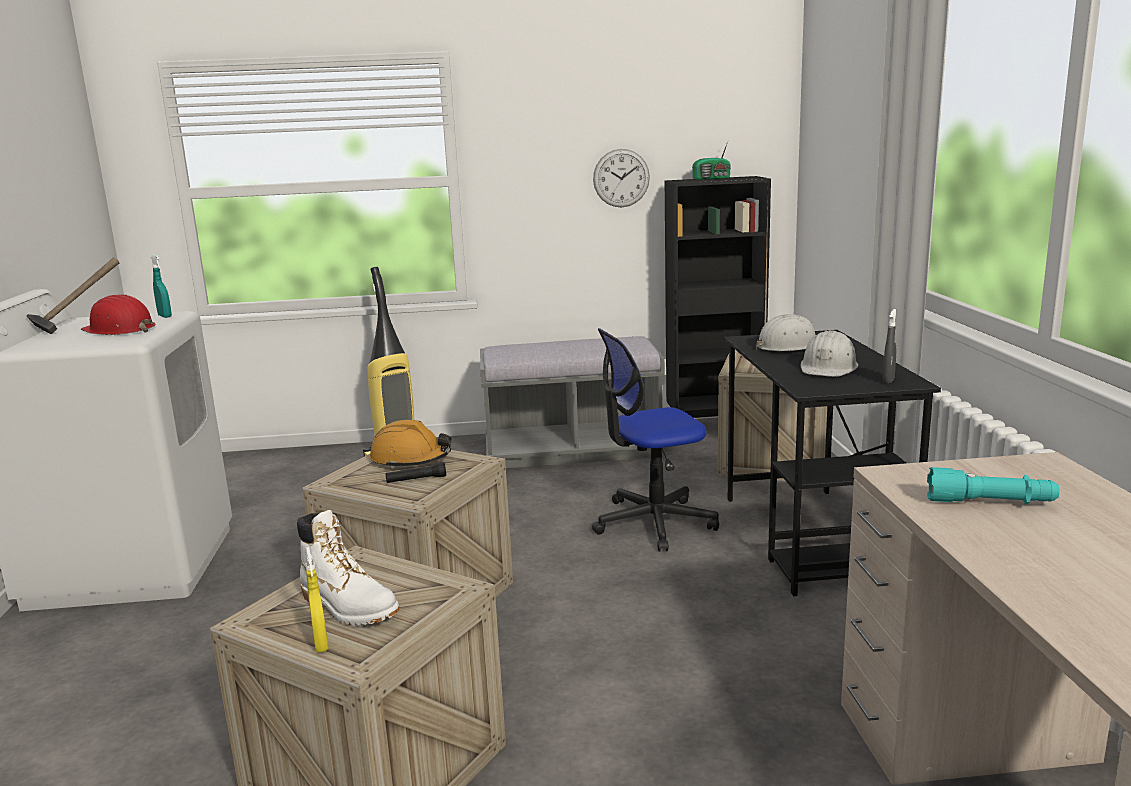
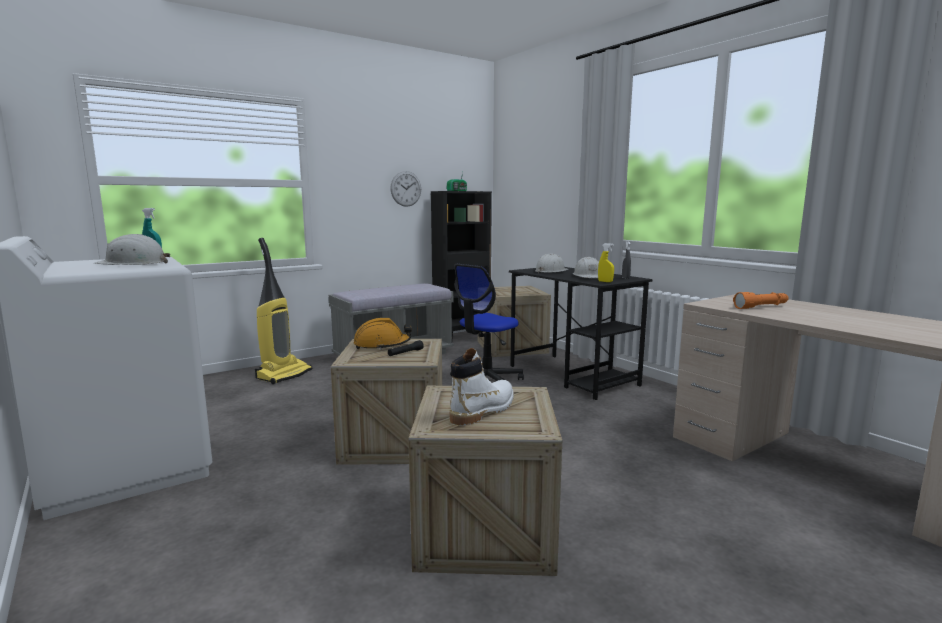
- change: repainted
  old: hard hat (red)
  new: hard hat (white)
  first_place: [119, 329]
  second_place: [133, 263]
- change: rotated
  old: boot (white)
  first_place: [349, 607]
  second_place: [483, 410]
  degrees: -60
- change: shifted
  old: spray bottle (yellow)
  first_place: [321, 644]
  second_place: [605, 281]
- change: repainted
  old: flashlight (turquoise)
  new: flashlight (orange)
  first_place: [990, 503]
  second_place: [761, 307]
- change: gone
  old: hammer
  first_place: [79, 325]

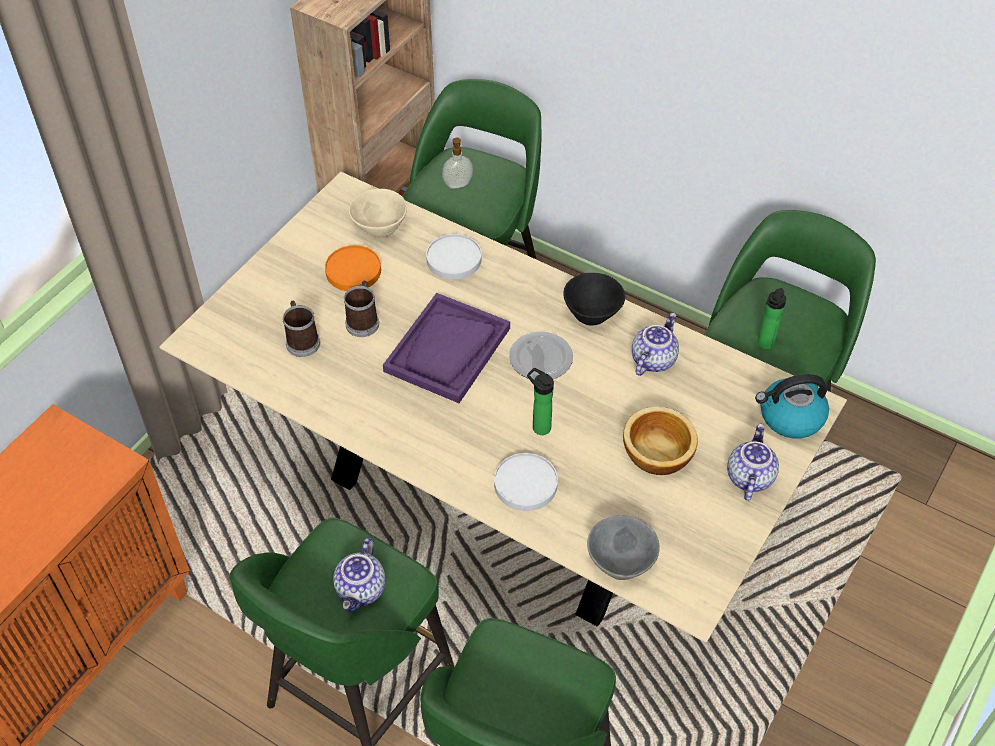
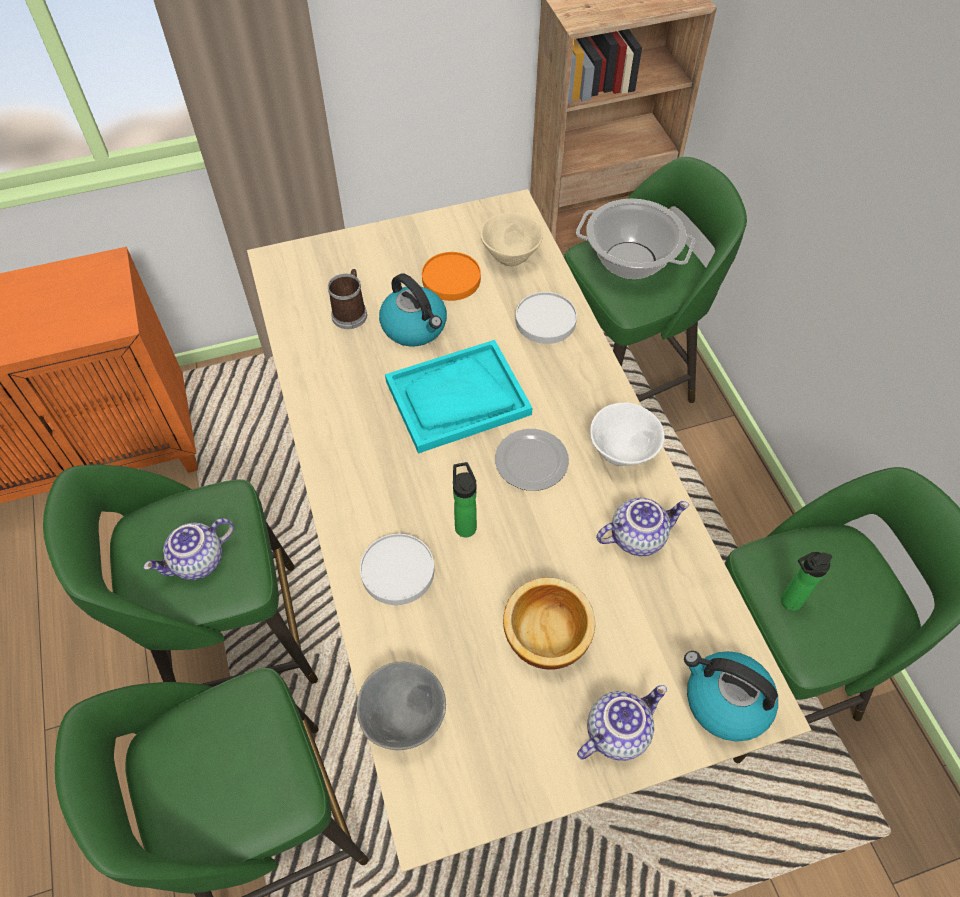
- change: swapped
  old: mug
  new: kettle
  first_place: [363, 321]
  second_place: [415, 327]
- change: repainted
  old: tray (purple)
  new: tray (turquoise)
  first_place: [447, 350]
  second_place: [457, 398]
- change: swapped
  old: soap dispenser
  new: cooking pot
  first_place: [458, 185]
  second_place: [631, 260]
- change: repainted
  old: bowl (black)
  new: bowl (white)
  first_place: [594, 314]
  second_place: [623, 452]

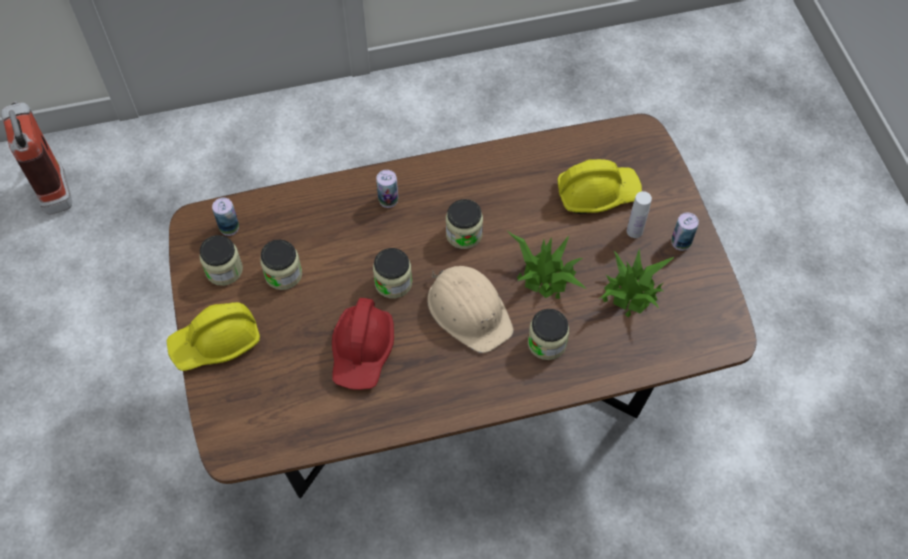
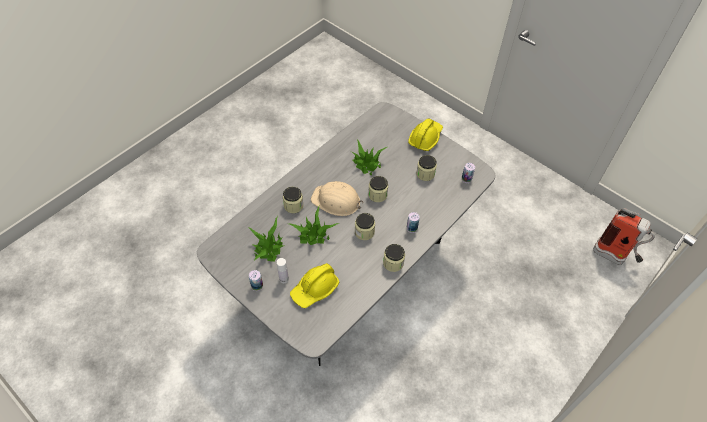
- change: repainted
  old: dining table (brown)
  new: dining table (grey)
  first_place: [453, 387]
  second_place: [351, 275]
- change: swapped
  old: hard hat (red)
  new: potted plant
  first_place: [362, 351]
  second_place: [367, 164]
- change: shifted
  old: jar
  first_place: [224, 270]
  second_place: [393, 263]

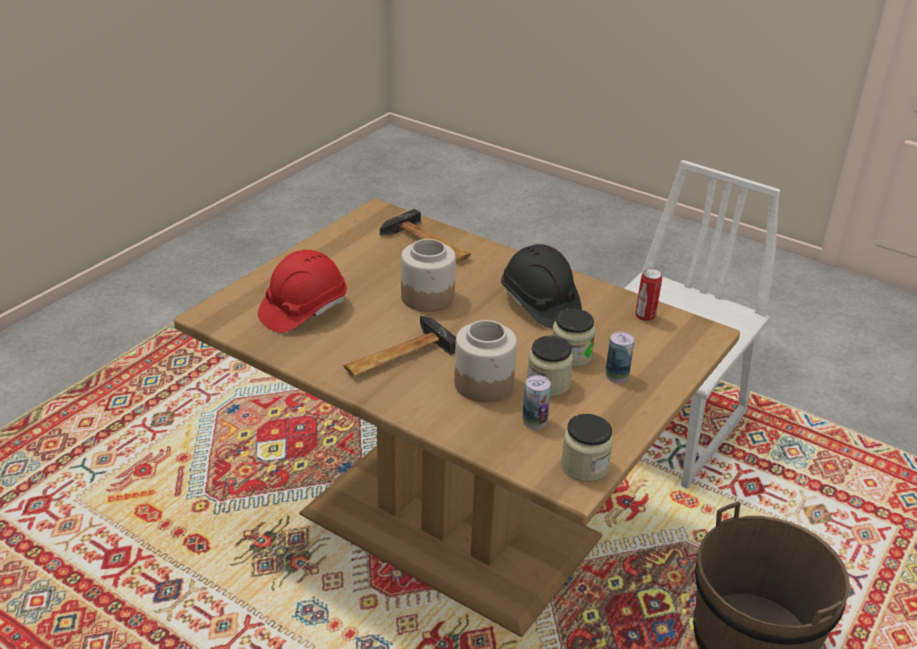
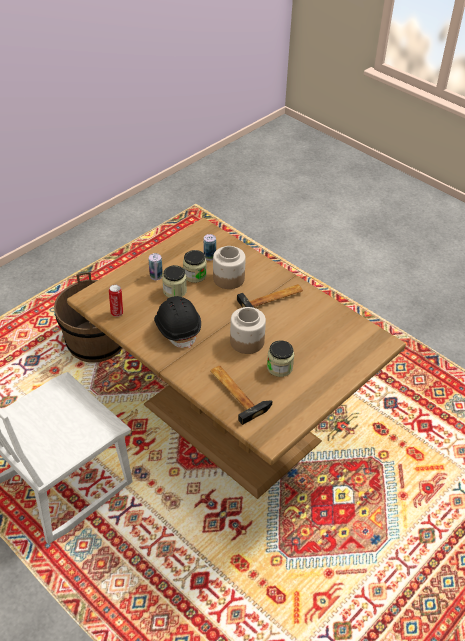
- change: shifted
  old: jar
  first_place: [584, 466]
  second_place: [279, 367]
- change: gone
  old: hard hat (red)
  first_place: [303, 310]

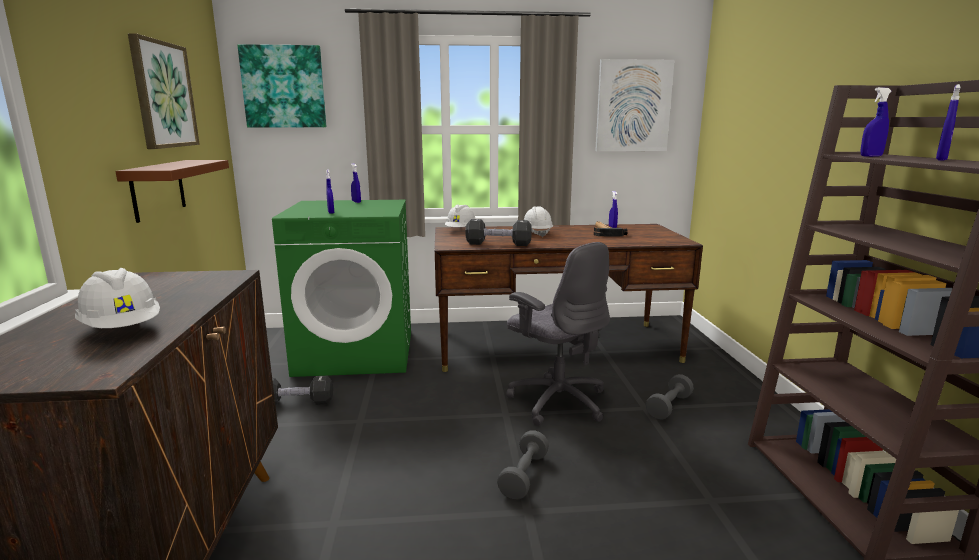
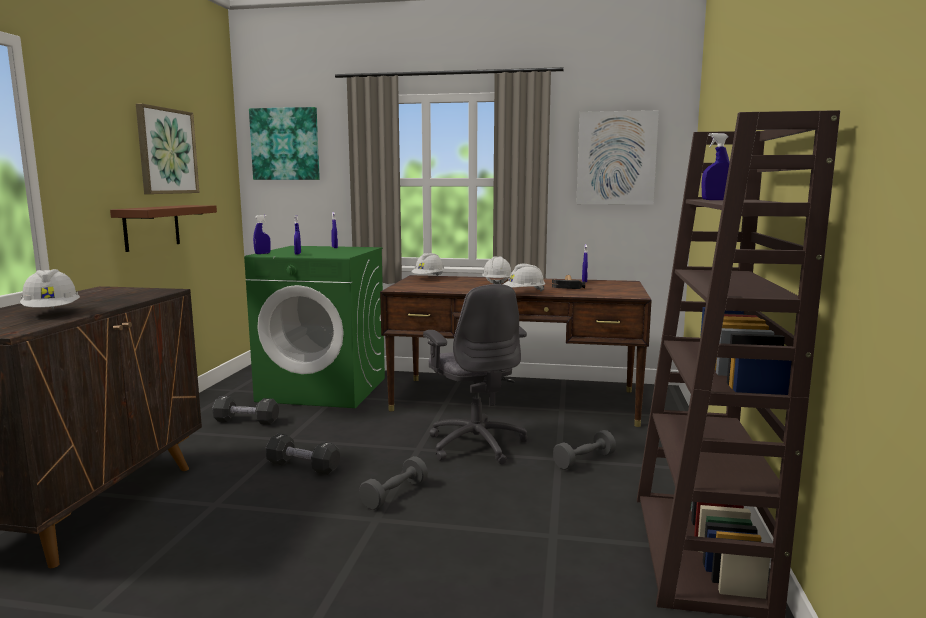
- change: shifted
  old: spray bottle (blue)
  first_place: [941, 159]
  second_place: [262, 253]
- change: shifted
  old: dumbbell (black)
  first_place: [498, 244]
  second_place: [303, 466]
- change: new
  new: hard hat (white)
  second_place: [524, 293]

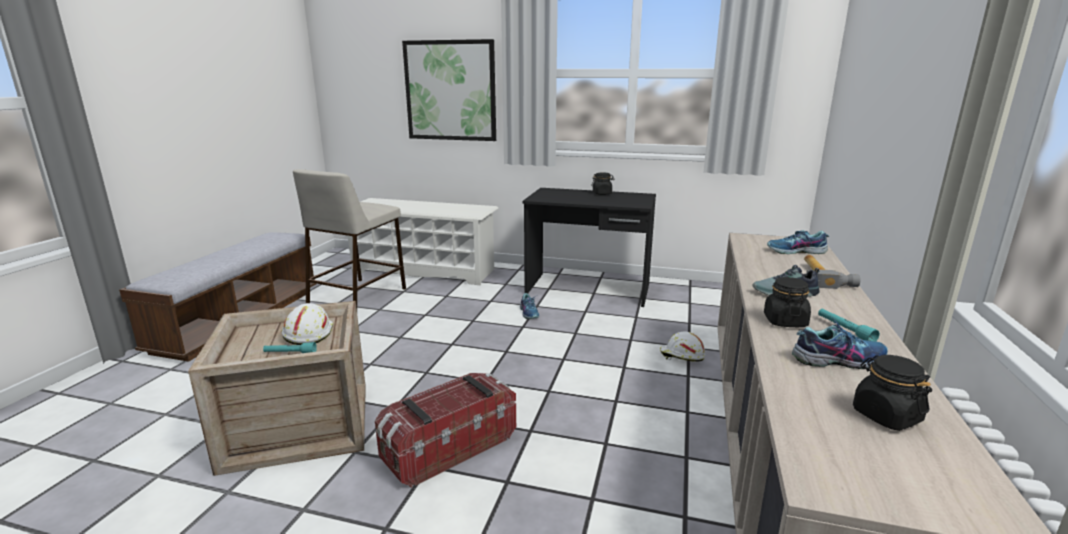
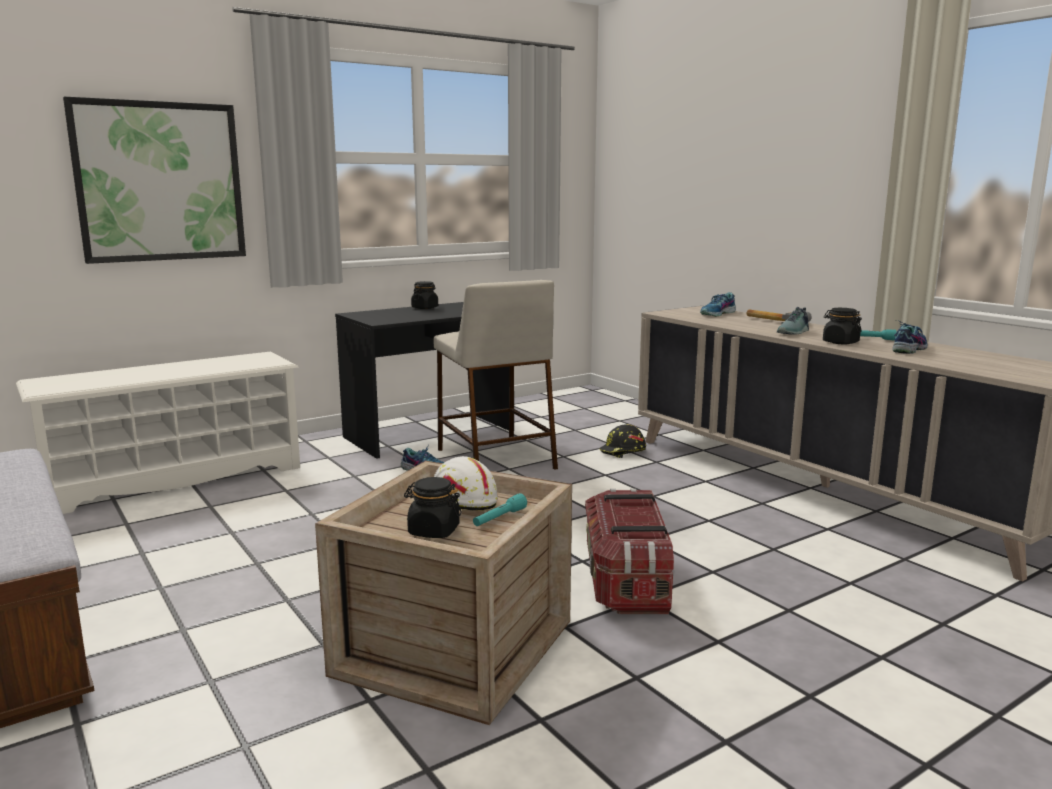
- change: shifted
  old: jar (black)
  first_place: [885, 416]
  second_place: [433, 531]
- change: shifted
  old: stool (beige)
  first_place: [358, 296]
  second_place: [494, 458]
- change: repainted
  old: hard hat (white)
  new: hard hat (black)
  first_place: [681, 356]
  second_place: [623, 452]

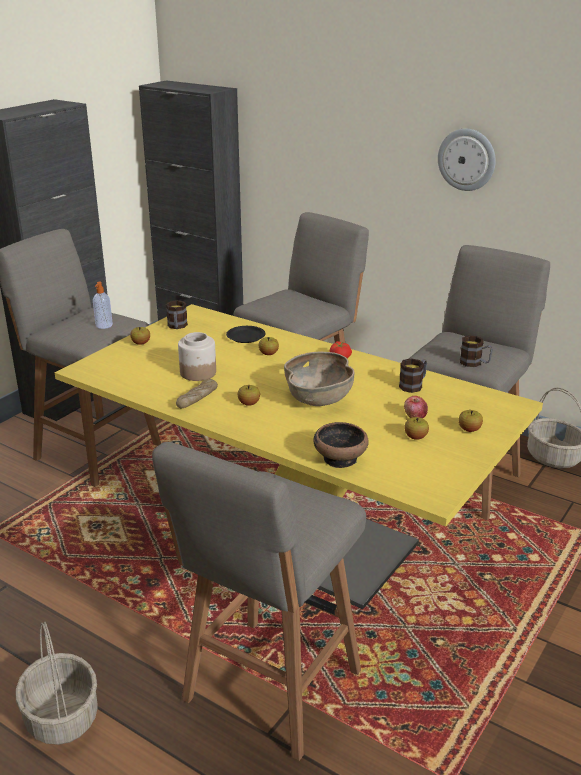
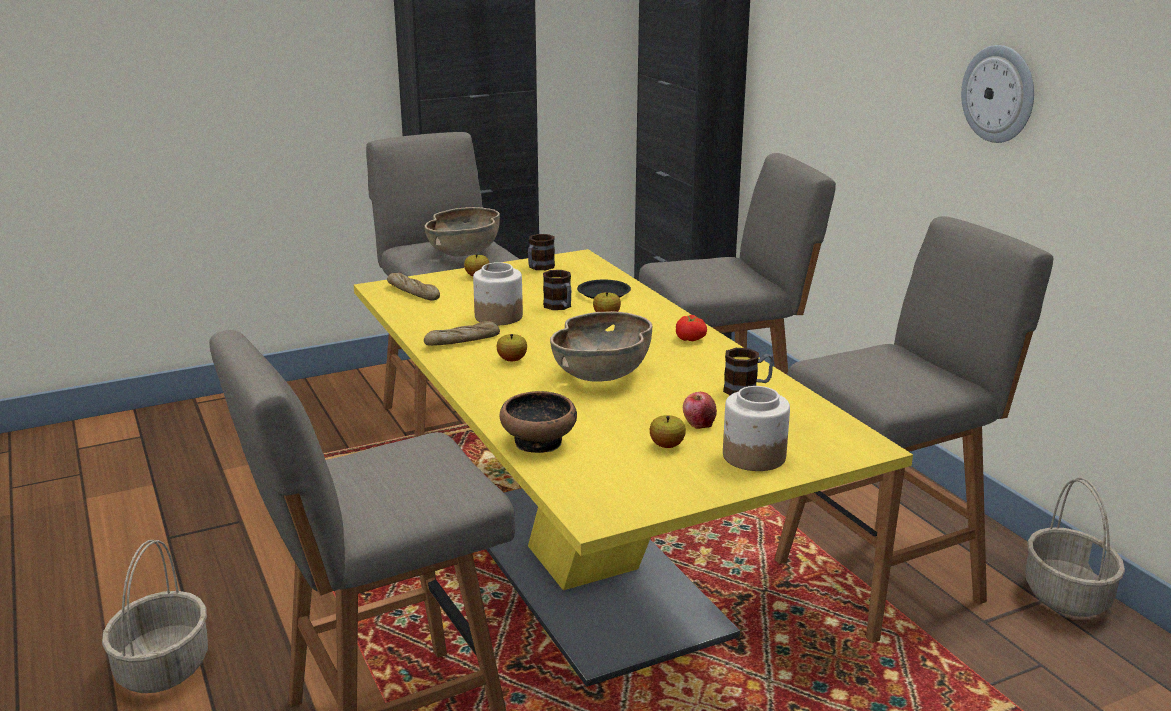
- change: new
  new: bread
  second_place: [413, 292]
- change: swapped
  old: soap dispenser
  new: bowl (brown)
  first_place: [103, 325]
  second_place: [464, 252]
- change: shifted
  old: mug
  first_place: [474, 363]
  second_place: [560, 307]
- change: swapped
  old: apple
  new: jar
  first_place: [469, 429]
  second_place: [753, 456]

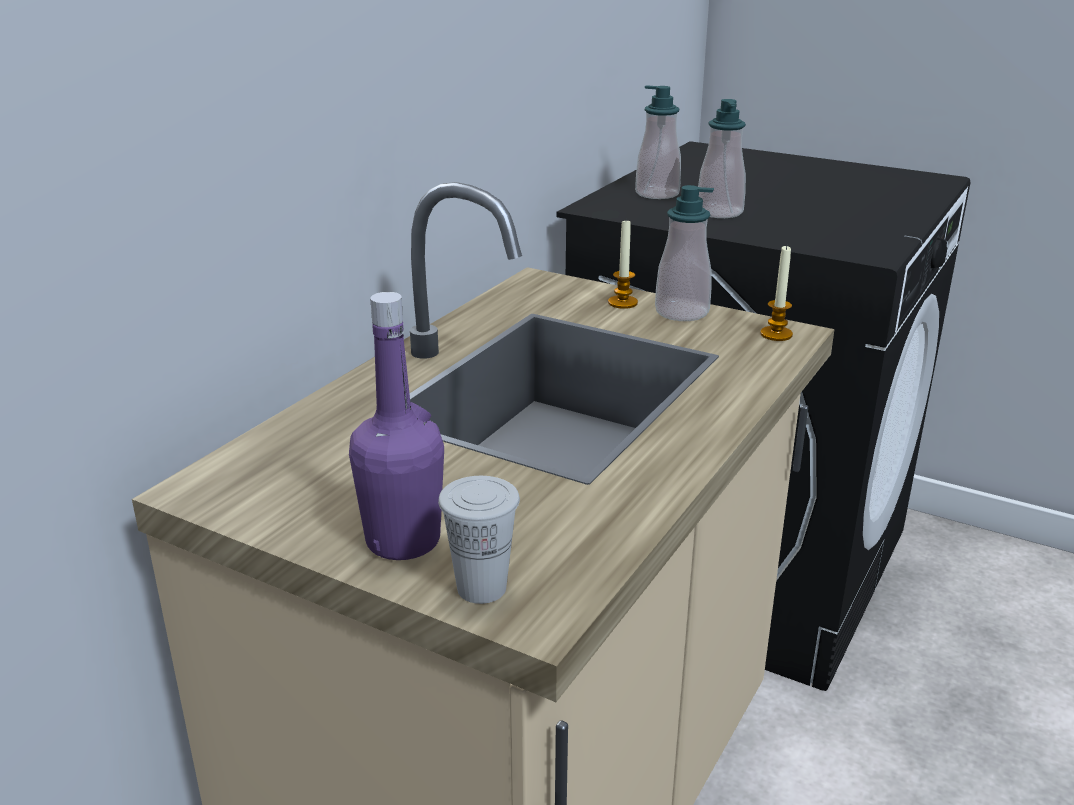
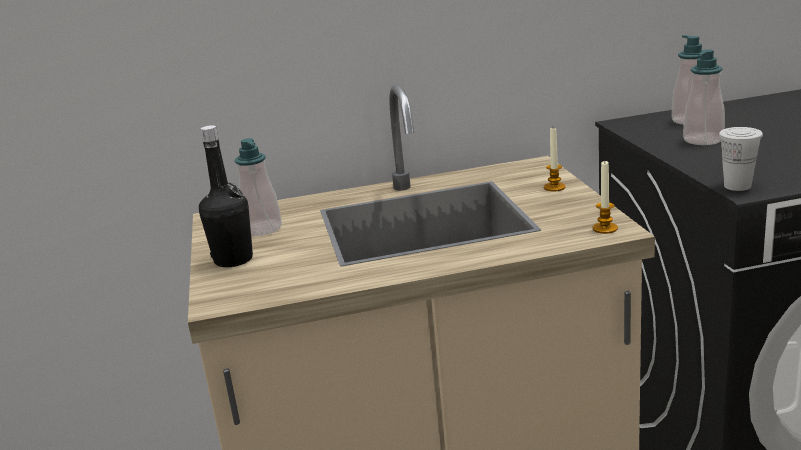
- change: repainted
  old: bottle (purple)
  new: bottle (black)
  first_place: [403, 540]
  second_place: [233, 260]
- change: shifted
  old: soap dispenser
  first_place: [681, 312]
  second_place: [262, 229]
- change: shifted
  old: cup (white)
  first_place: [481, 588]
  second_place: [737, 186]

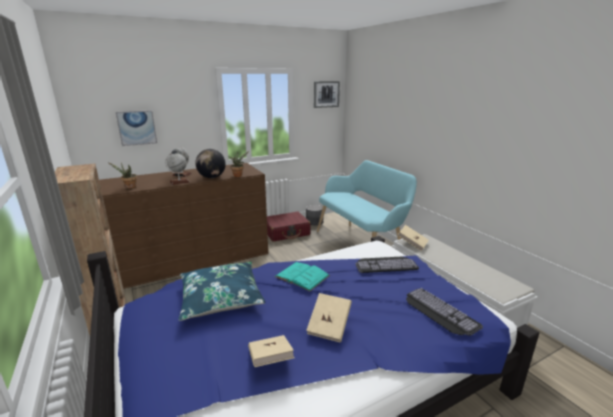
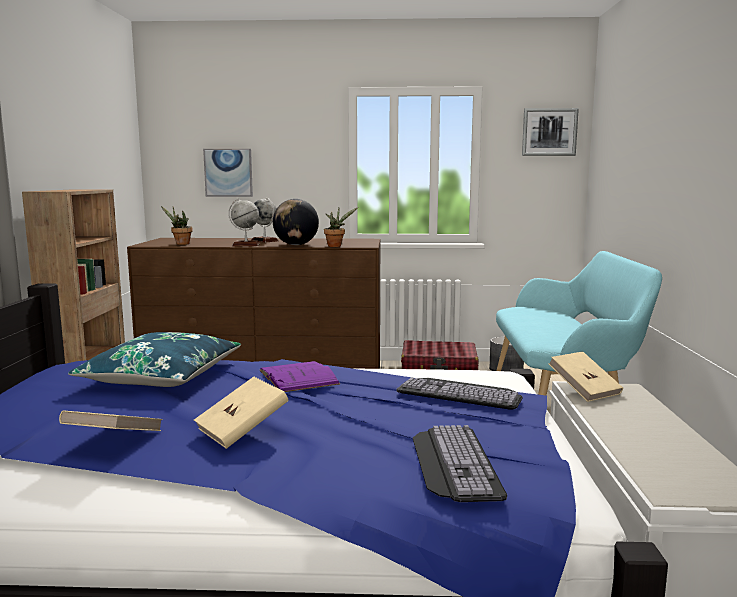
- change: repainted
  old: book (turquoise)
  new: book (purple)
  first_place: [302, 276]
  second_place: [298, 377]

